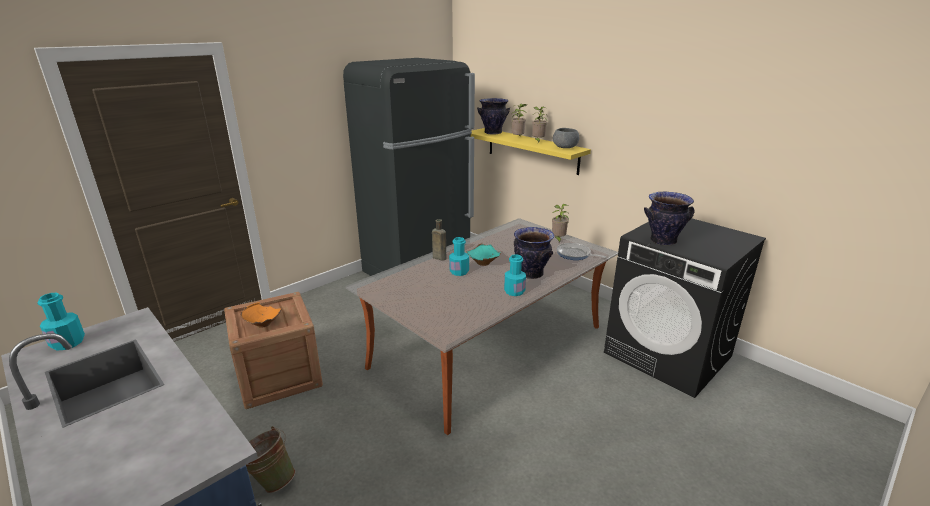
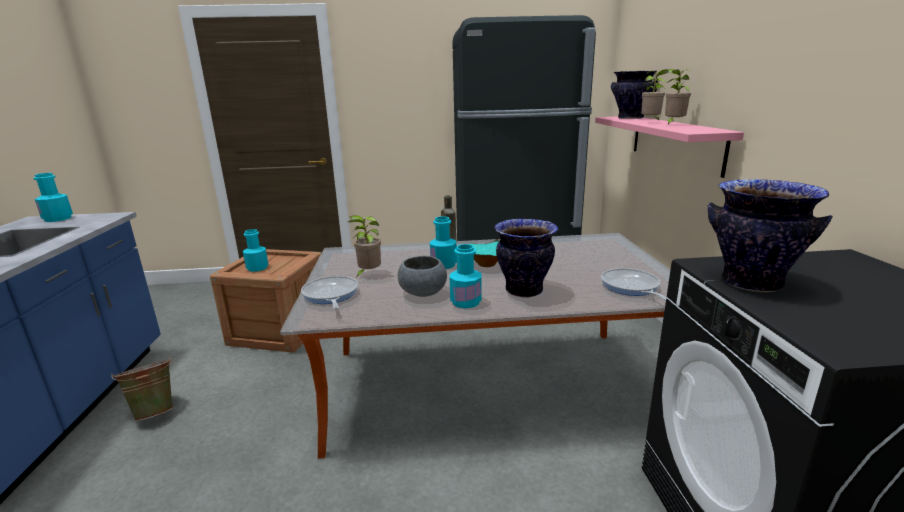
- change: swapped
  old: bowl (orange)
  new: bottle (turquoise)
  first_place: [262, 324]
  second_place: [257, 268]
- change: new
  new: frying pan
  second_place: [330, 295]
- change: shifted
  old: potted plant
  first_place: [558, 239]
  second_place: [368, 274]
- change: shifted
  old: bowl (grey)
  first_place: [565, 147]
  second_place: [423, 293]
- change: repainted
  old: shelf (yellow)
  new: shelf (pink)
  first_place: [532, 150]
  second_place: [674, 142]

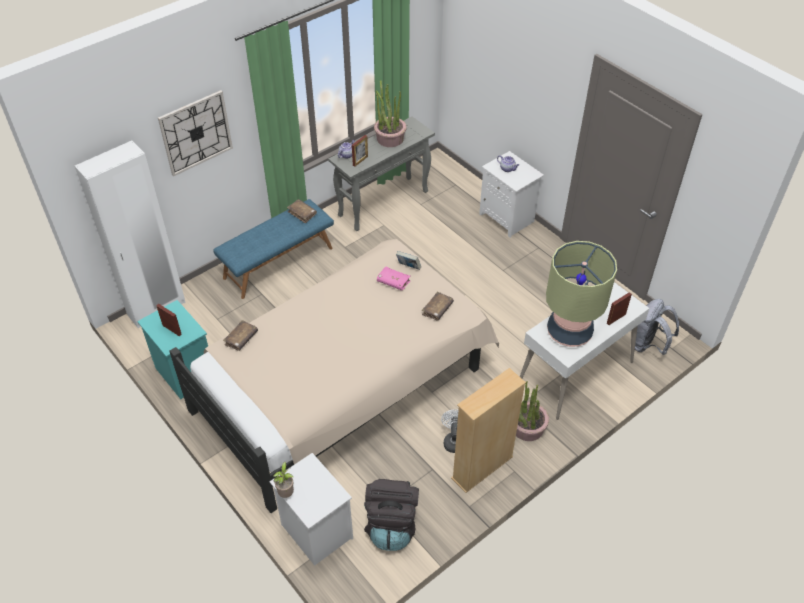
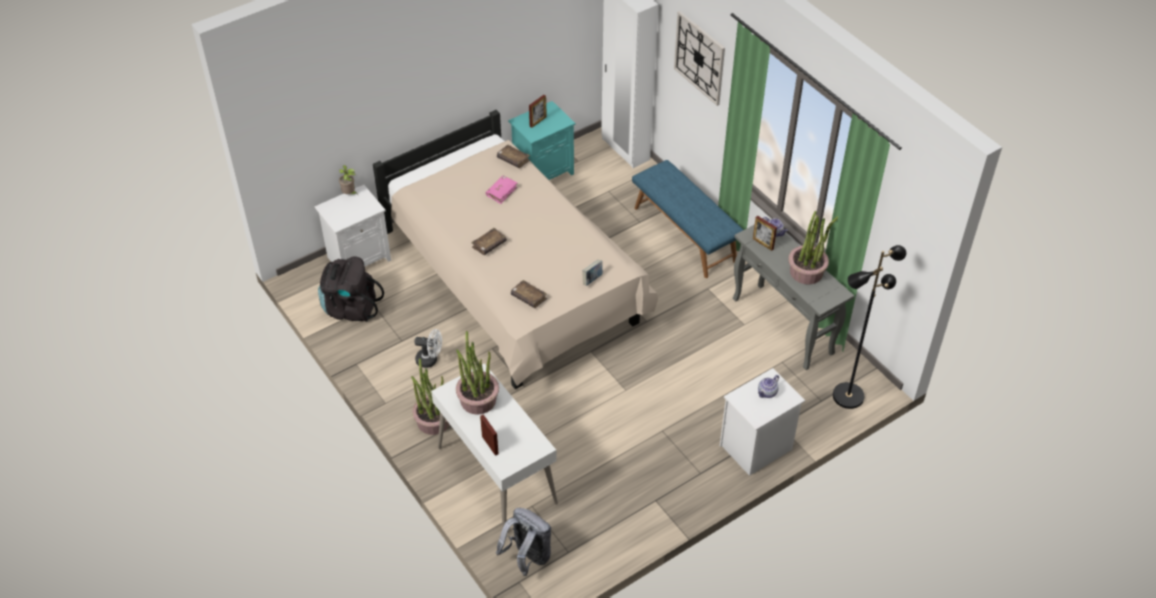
- change: swapped
  old: table lamp
  new: potted plant
  first_place: [569, 332]
  second_place: [478, 399]
- change: shifted
  old: book (brown)
  first_place: [302, 213]
  second_place: [489, 245]
- change: shifted
  old: book (pink)
  first_place: [393, 282]
  second_place: [501, 192]
- change: new
  new: floor lamp (black)
  second_place: [847, 395]
- change: gone
  old: bookcase (beige)
  first_place: [482, 468]

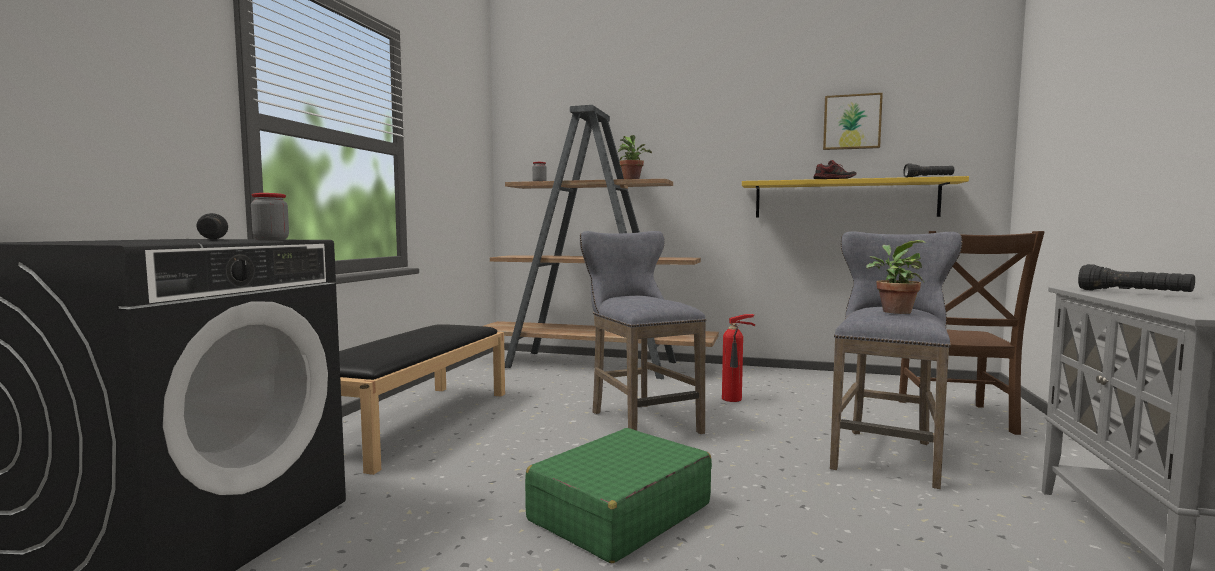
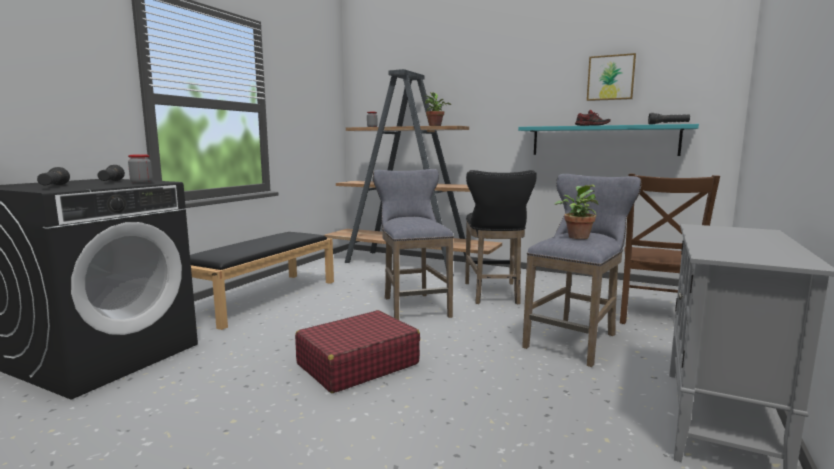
- change: shifted
  old: flashlight (black)
  first_place: [1133, 293]
  second_place: [53, 186]
- change: repainted
  old: suitcase (green)
  new: suitcase (red)
  first_place: [619, 512]
  second_place: [357, 364]
- change: swapped
  old: fire extinguisher
  new: stool (black)
  first_place: [734, 399]
  second_place: [493, 294]
- change: repainted
  old: shelf (yellow)
  new: shelf (turquoise)
  first_place: [845, 199]
  second_place: [603, 140]

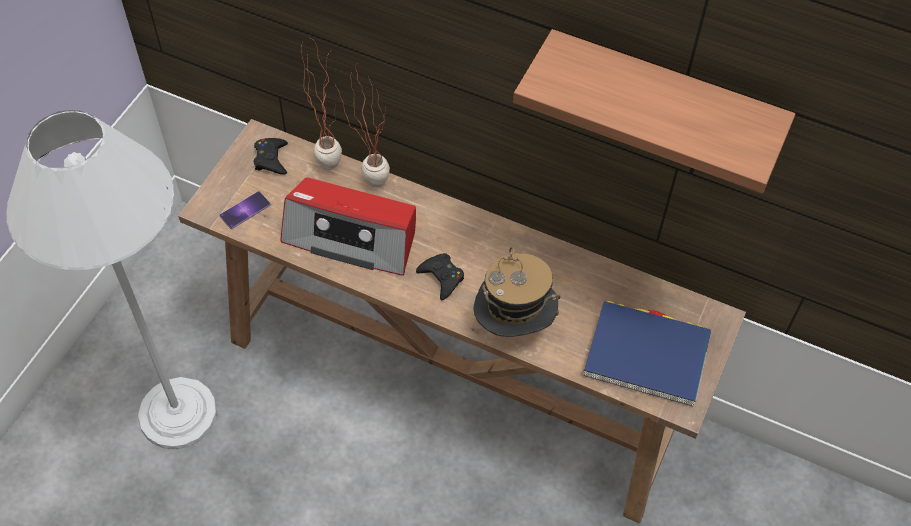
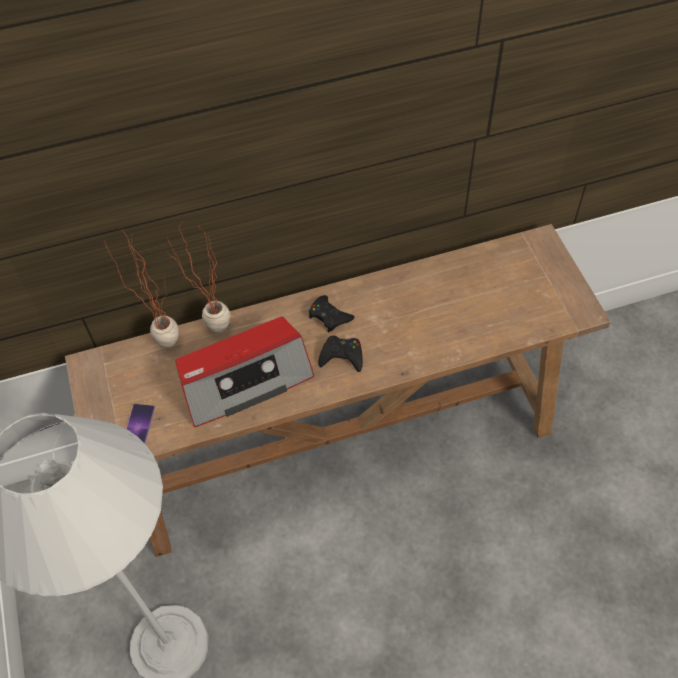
- change: shifted
  old: game controller (black)
  first_place: [271, 159]
  second_place: [329, 316]
- change: gone
  old: hat
  first_place: [513, 327]
- change: gone
  old: shelf
  first_place: [663, 101]
- change: gone
  old: book (blue)
  first_place: [646, 356]

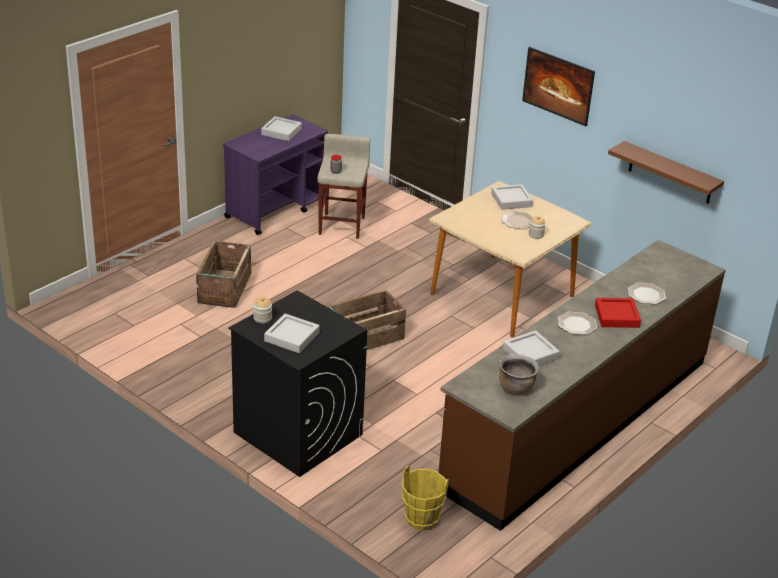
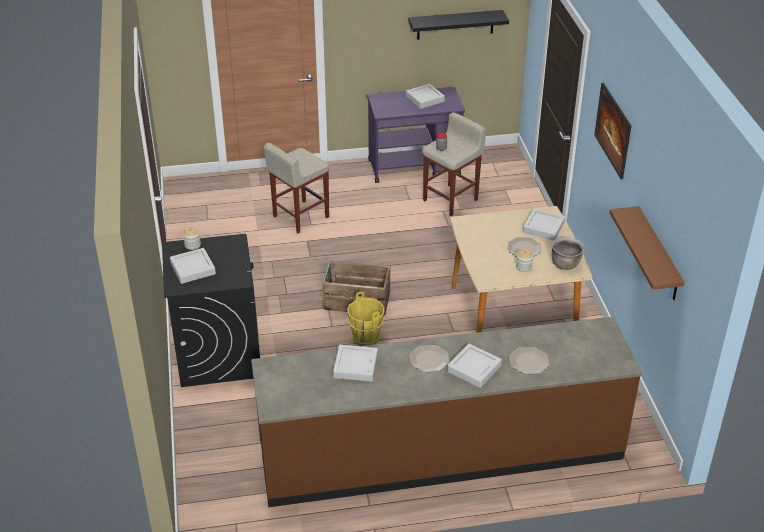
- change: swapped
  old: crate
  new: stool (beige)
  first_place: [224, 289]
  second_place: [300, 217]
- change: shifted
  old: bucket (yellow)
  first_place: [421, 520]
  second_place: [365, 339]
- change: new
  new: shelf (black)
  second_place: [455, 24]
- change: repainted
  old: tray (red)
  new: tray (grey)
  first_place: [616, 316]
  second_place: [474, 368]
- change: shifted
  old: cooking pot (brown)
  first_place: [515, 388]
  second_place: [565, 264]

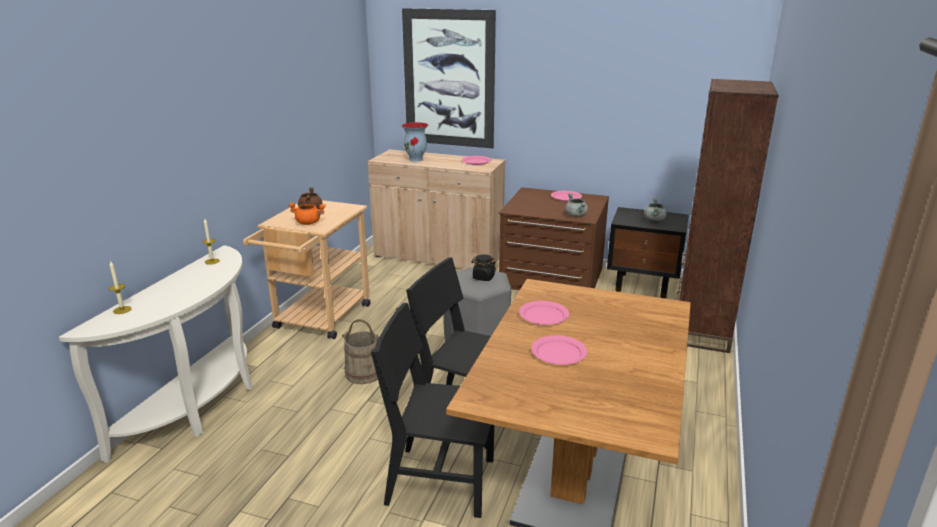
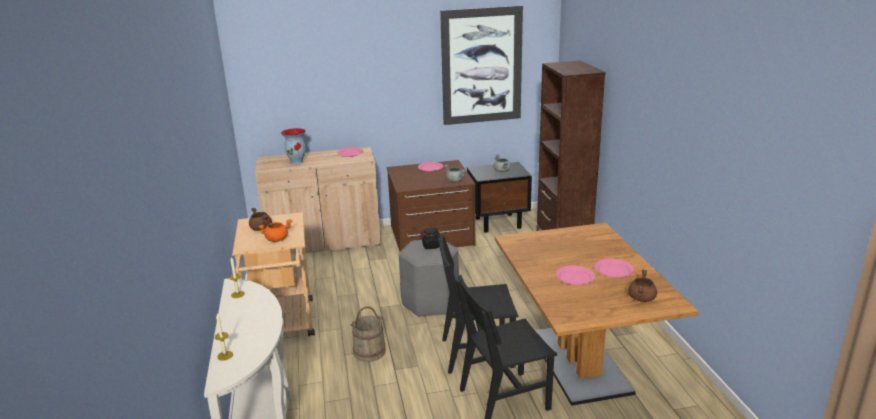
- change: shifted
  old: picture
  first_place: [449, 79]
  second_place: [482, 66]
- change: shifted
  old: plate (pink)
  first_place: [544, 315]
  second_place: [614, 270]
- change: new
  new: cooking pot (brown)
  second_place: [642, 299]

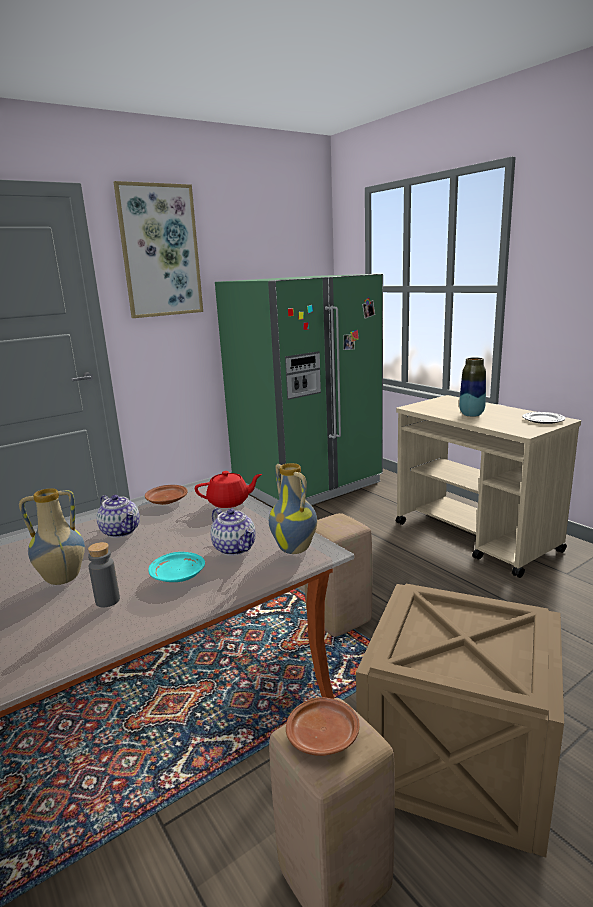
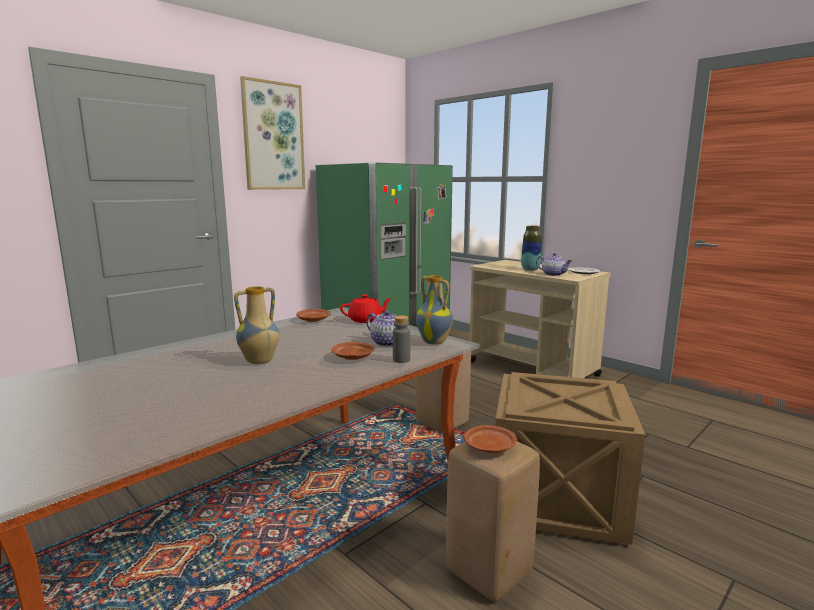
- change: repainted
  old: plate (turquoise)
  new: plate (brown)
  first_place: [178, 576]
  second_place: [353, 357]
- change: shifted
  old: bottle (grey)
  first_place: [107, 600]
  second_place: [401, 360]
- change: shifted
  old: teapot
  first_place: [121, 531]
  second_place: [553, 274]

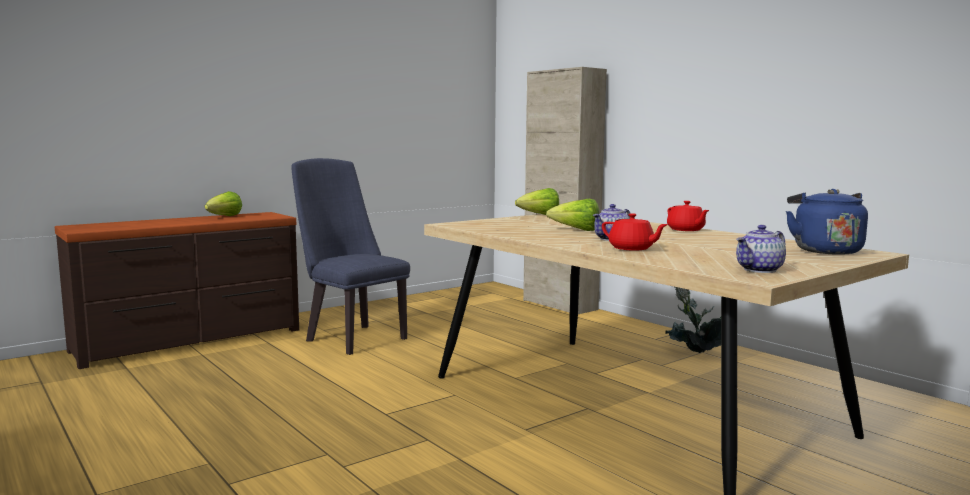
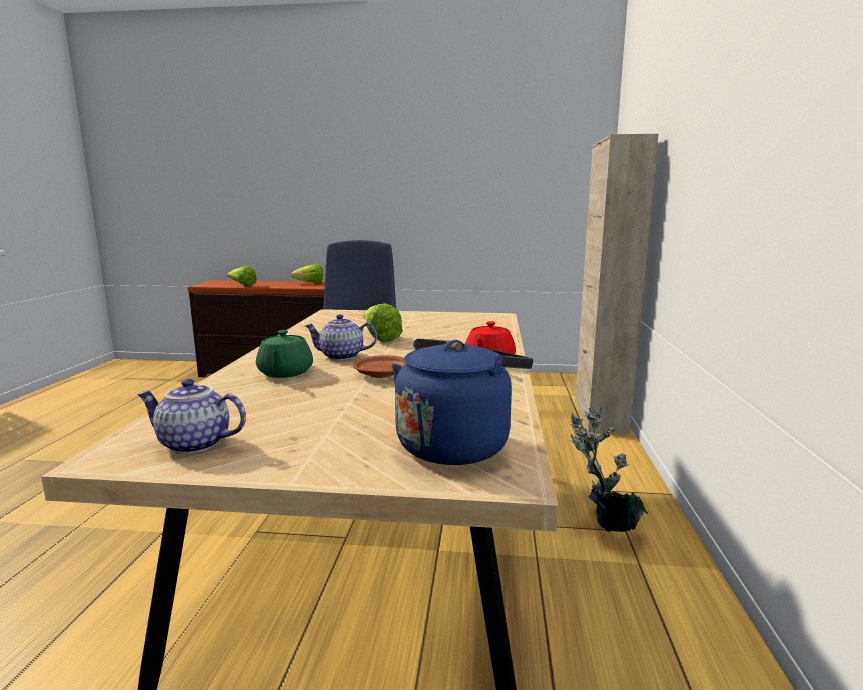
- change: shifted
  old: lettuce
  first_place: [539, 215]
  second_place: [243, 285]
- change: repainted
  old: teapot (red)
  new: teapot (green)
  first_place: [632, 248]
  second_place: [285, 373]
- change: new
  new: plate (brown)
  second_place: [381, 374]

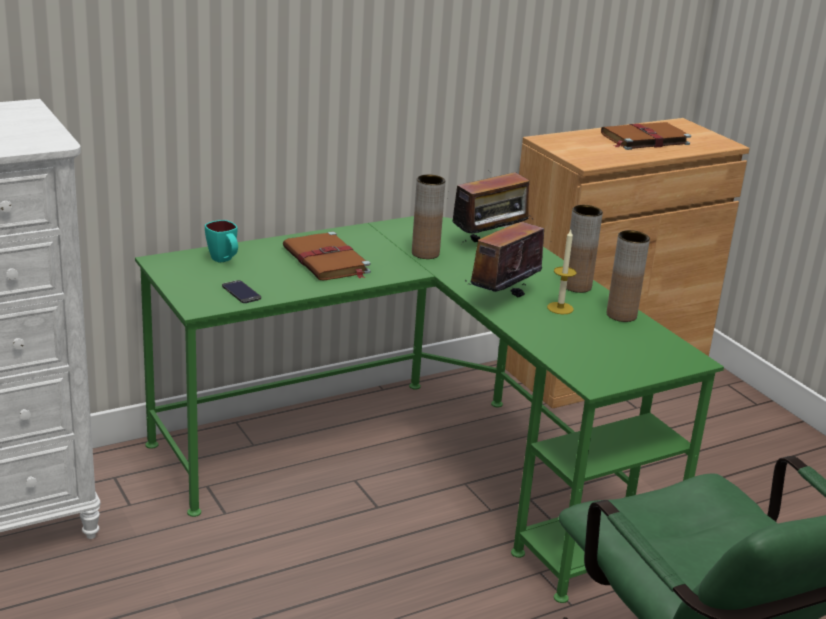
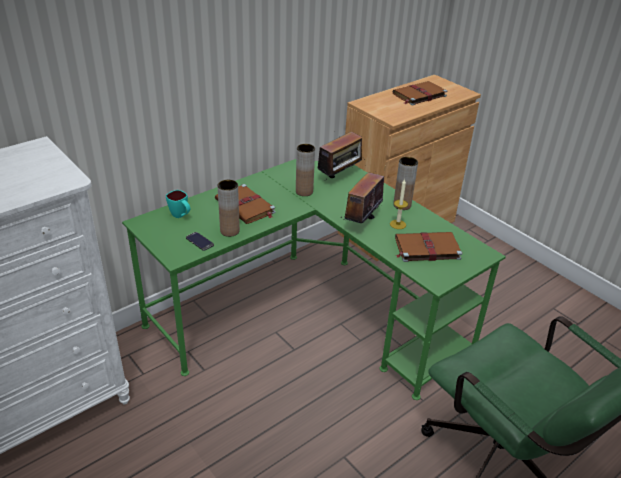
- change: shifted
  old: vase (brown)
  first_place: [621, 315]
  second_place: [229, 231]
- change: new
  new: book (brown)
  second_place: [426, 248]

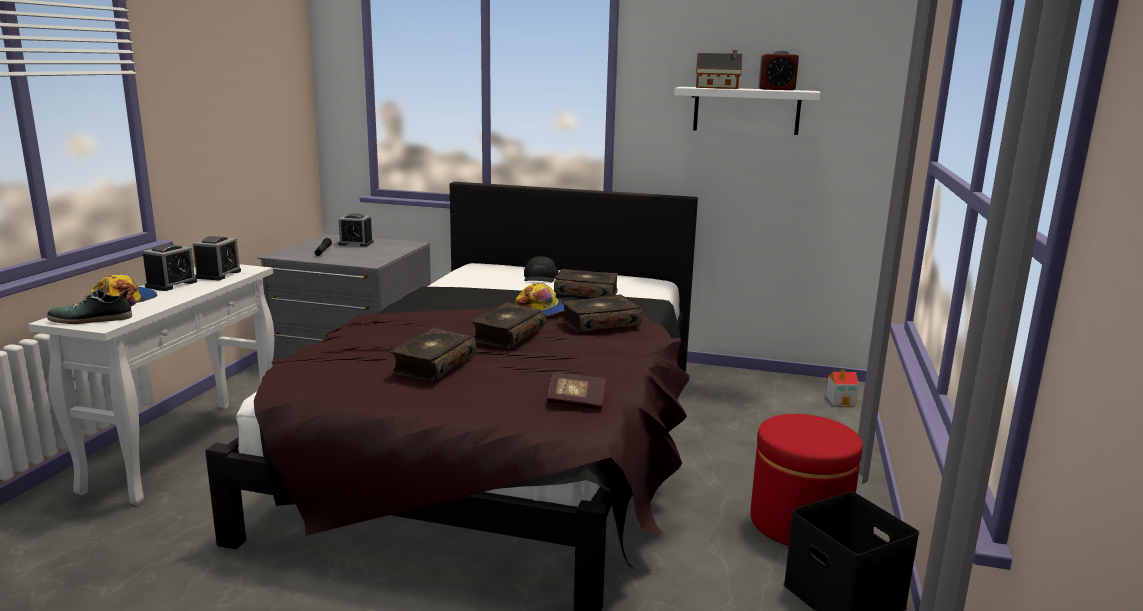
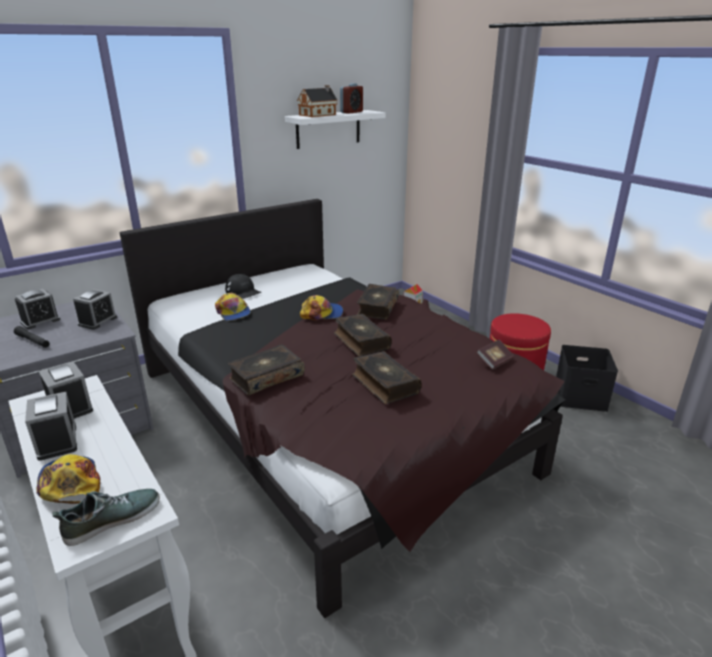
- change: rotated
  old: shoe
  first_place: [91, 319]
  second_place: [112, 519]
  degrees: -150
- change: new
  new: alarm clock
  second_place: [98, 321]
- change: new
  new: cap
  second_place: [233, 312]
- change: shifted
  old: book
  first_place: [586, 292]
  second_place: [266, 377]

